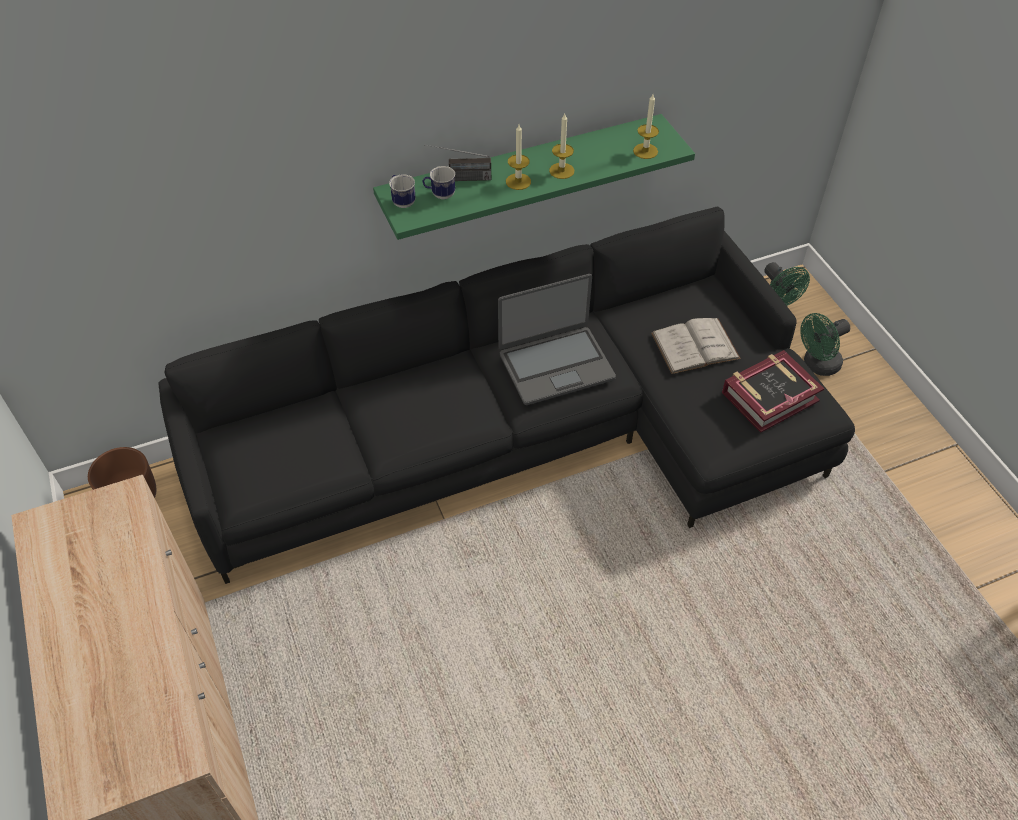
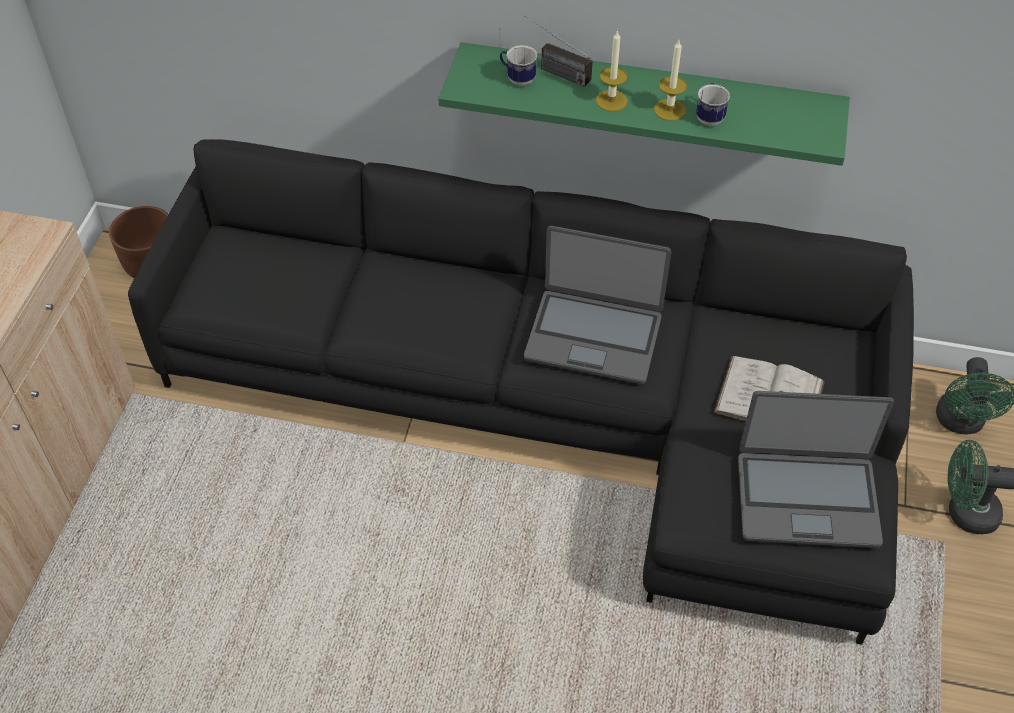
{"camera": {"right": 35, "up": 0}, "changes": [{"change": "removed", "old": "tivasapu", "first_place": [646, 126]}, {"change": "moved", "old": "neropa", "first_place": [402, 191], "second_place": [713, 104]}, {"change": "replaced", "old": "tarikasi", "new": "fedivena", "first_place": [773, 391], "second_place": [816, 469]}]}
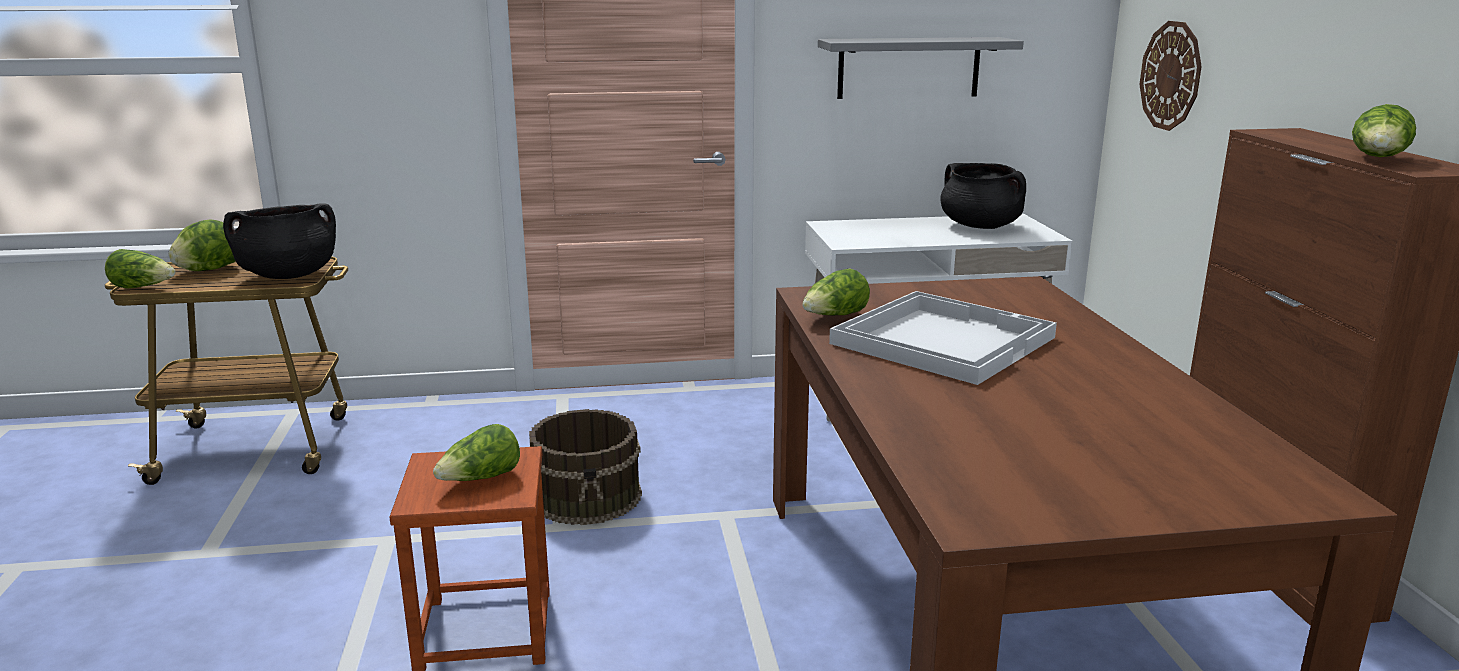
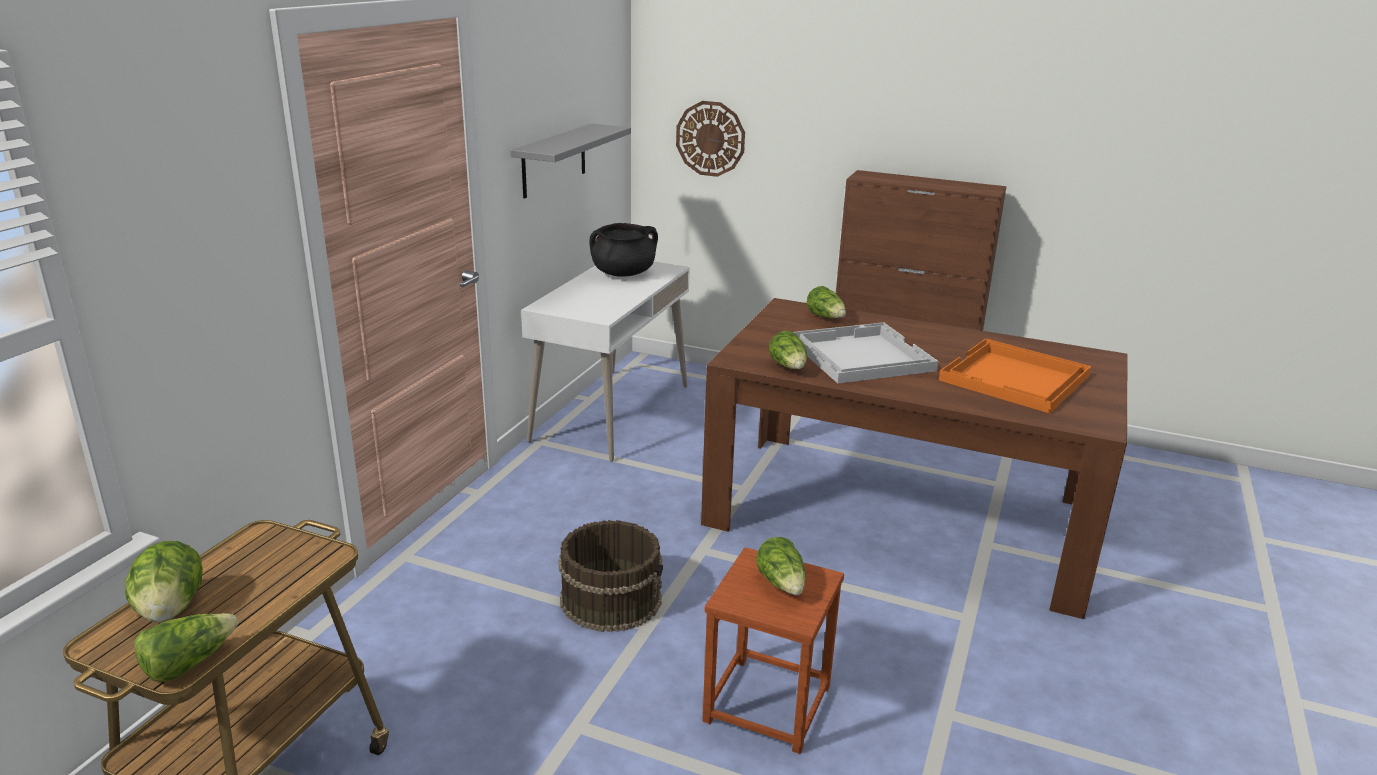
{"camera": {"right": -60, "up": 5}, "changes": [{"change": "removed", "old": "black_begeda", "first_place": [279, 241]}, {"change": "added", "new": "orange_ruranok", "second_place": [1015, 375]}, {"change": "moved", "old": "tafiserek", "first_place": [1384, 130], "second_place": [826, 302]}]}
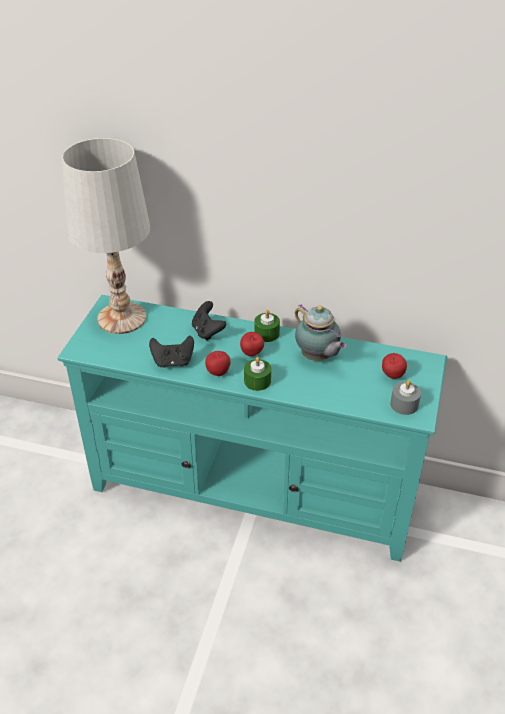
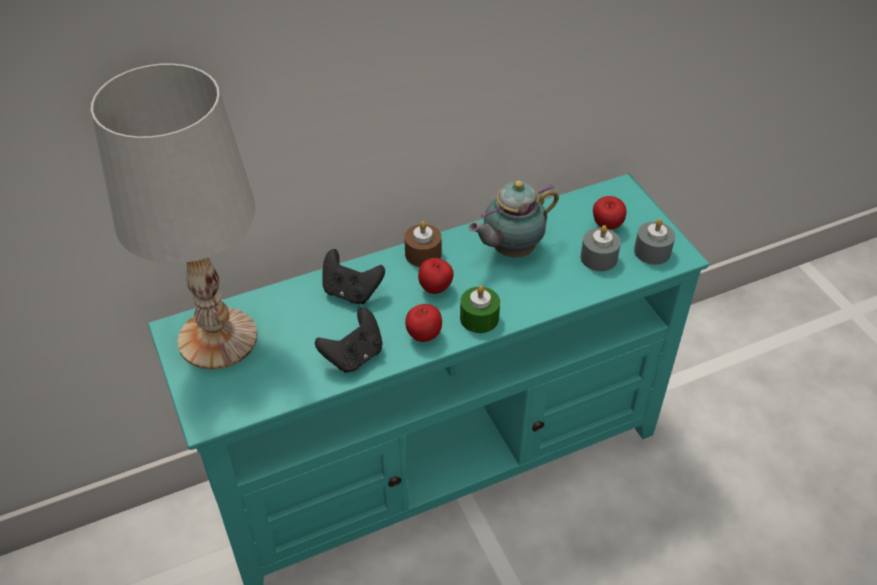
{"camera": {"right": -40, "up": 5}, "changes": [{"change": "added", "new": "grey_tivasapu", "second_place": [601, 248]}, {"change": "recoloured", "old": "green_tivasapu", "new": "brown_tivasapu", "first_place": [267, 326], "second_place": [423, 244]}, {"change": "turned", "old": "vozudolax", "first_place": [321, 333], "second_place": [513, 219], "degrees": 135}]}
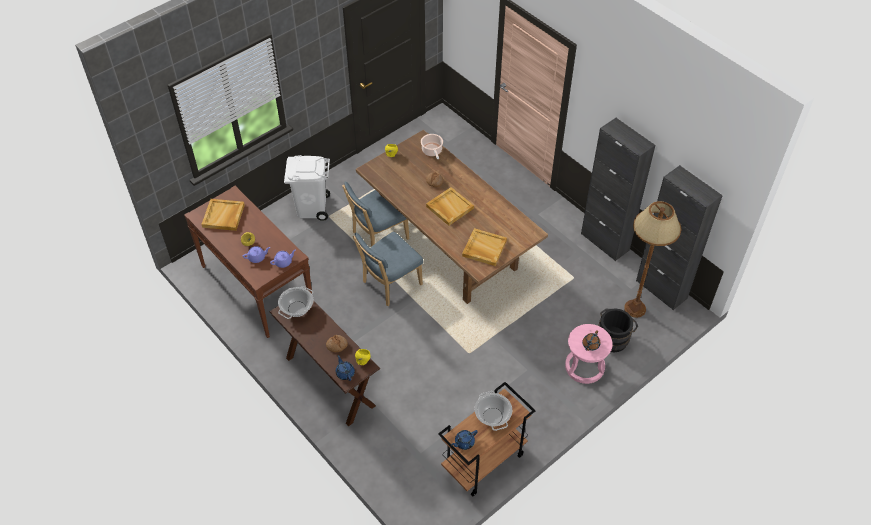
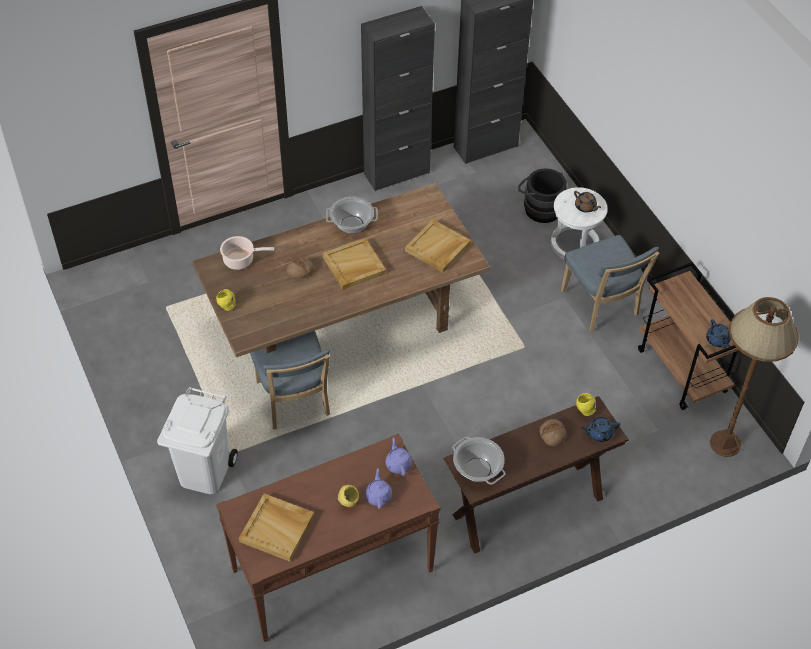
{"camera": {"right": -75, "up": 0}, "changes": [{"change": "moved", "old": "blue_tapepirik", "first_place": [388, 269], "second_place": [610, 283]}, {"change": "moved", "old": "begeda", "first_place": [493, 411], "second_place": [352, 215]}, {"change": "moved", "old": "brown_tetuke", "first_place": [653, 259], "second_place": [754, 377]}, {"change": "recoloured", "old": "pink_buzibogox", "new": "white_buzibogox", "first_place": [589, 354], "second_place": [579, 223]}]}
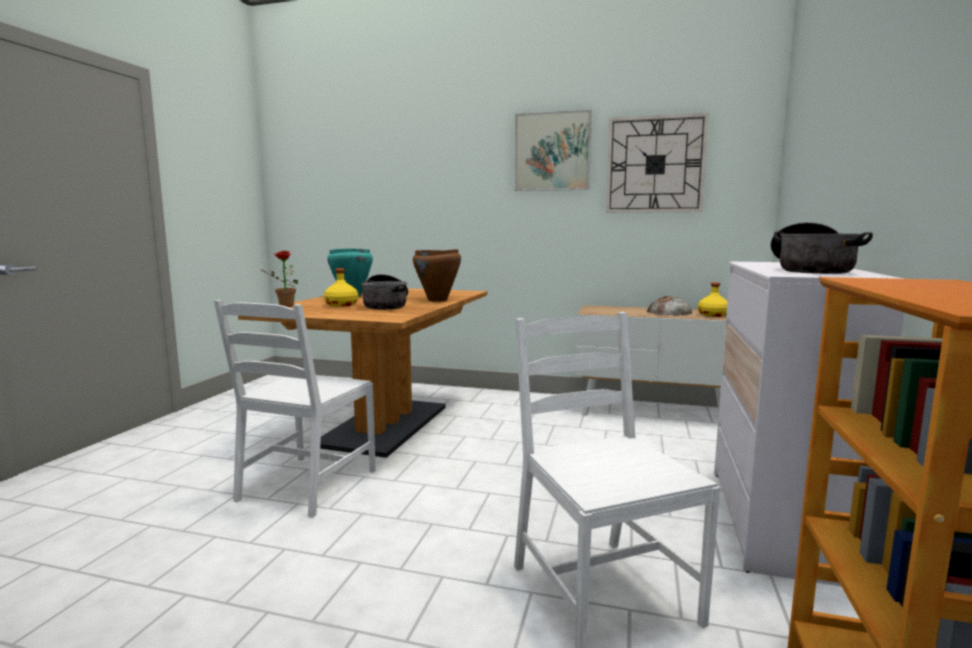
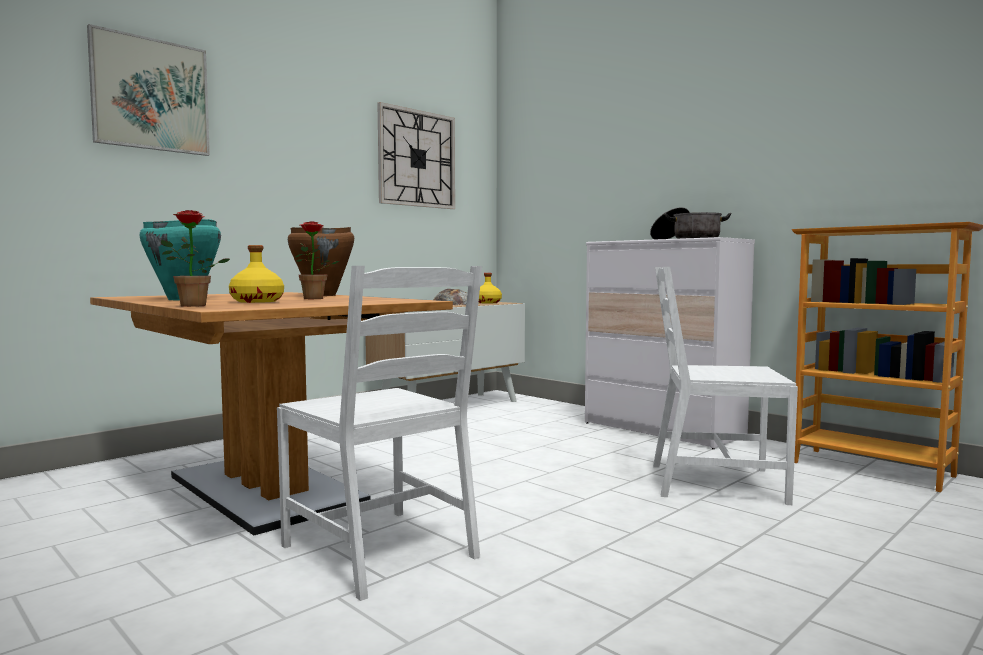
{"camera": {"right": -60, "up": -5}, "changes": [{"change": "moved", "old": "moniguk", "first_place": [553, 150], "second_place": [148, 90]}, {"change": "replaced", "old": "begeda", "new": "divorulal", "first_place": [384, 292], "second_place": [317, 260]}]}
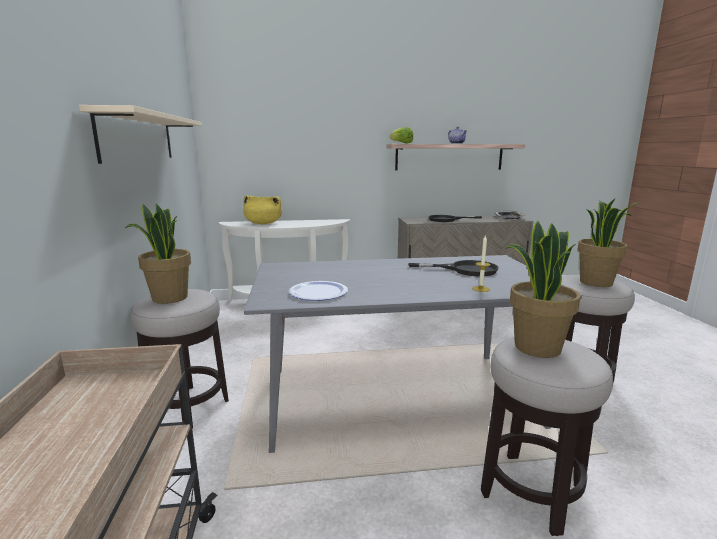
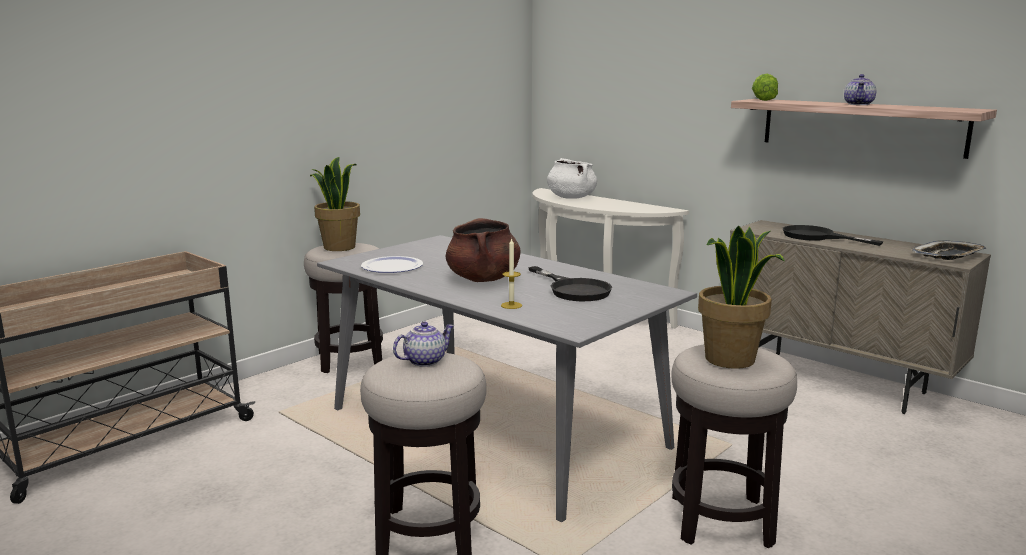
{"camera": {"right": 50, "up": 0}, "changes": [{"change": "removed", "old": "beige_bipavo", "first_place": [140, 134]}, {"change": "added", "new": "brown_begeda", "second_place": [483, 250]}, {"change": "replaced", "old": "divorulal", "new": "vozudolax", "first_place": [542, 289], "second_place": [423, 344]}, {"change": "recoloured", "old": "yellow_begeda", "new": "white_begeda", "first_place": [262, 209], "second_place": [572, 178]}]}
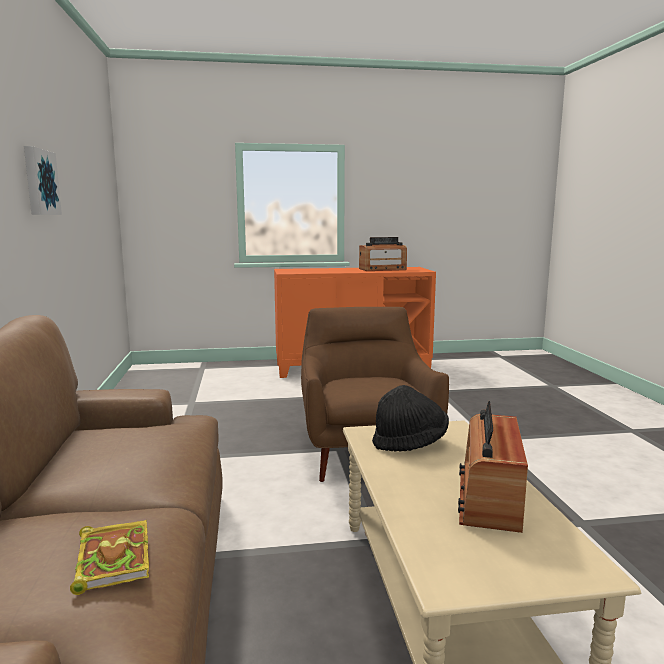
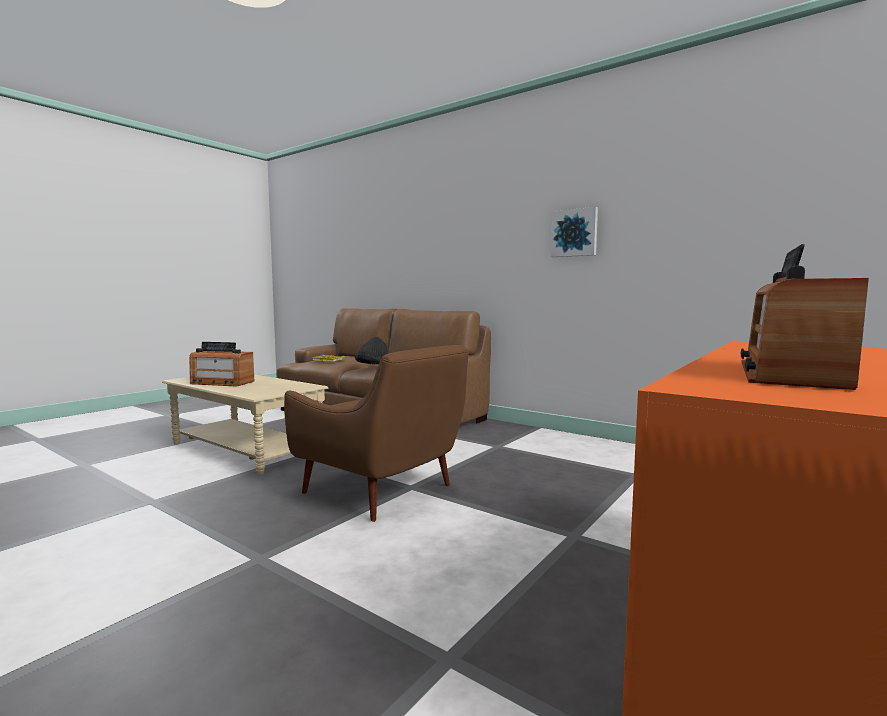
{"camera": {"right": 135, "up": -5}, "changes": [{"change": "moved", "old": "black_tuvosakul", "first_place": [410, 418], "second_place": [371, 350]}, {"change": "turned", "old": "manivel", "first_place": [493, 467], "second_place": [221, 364], "degrees": 135}]}
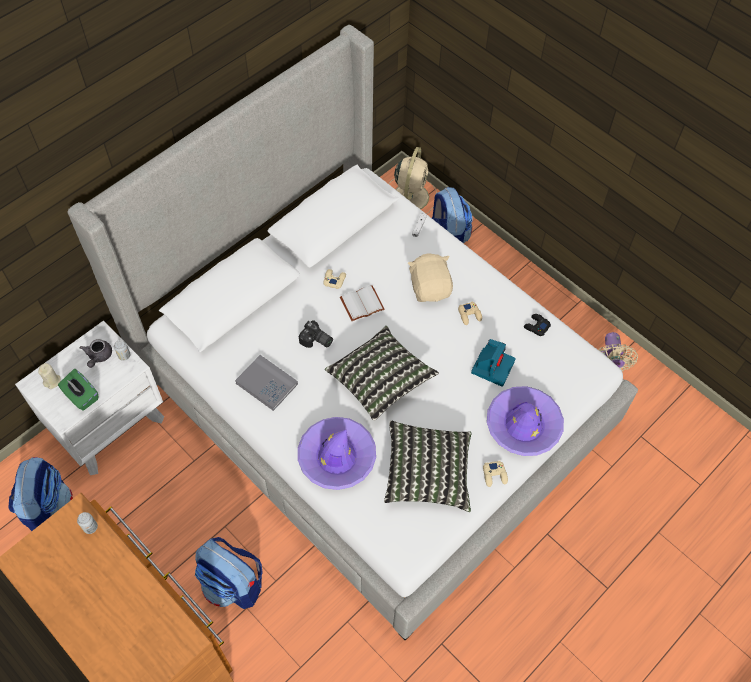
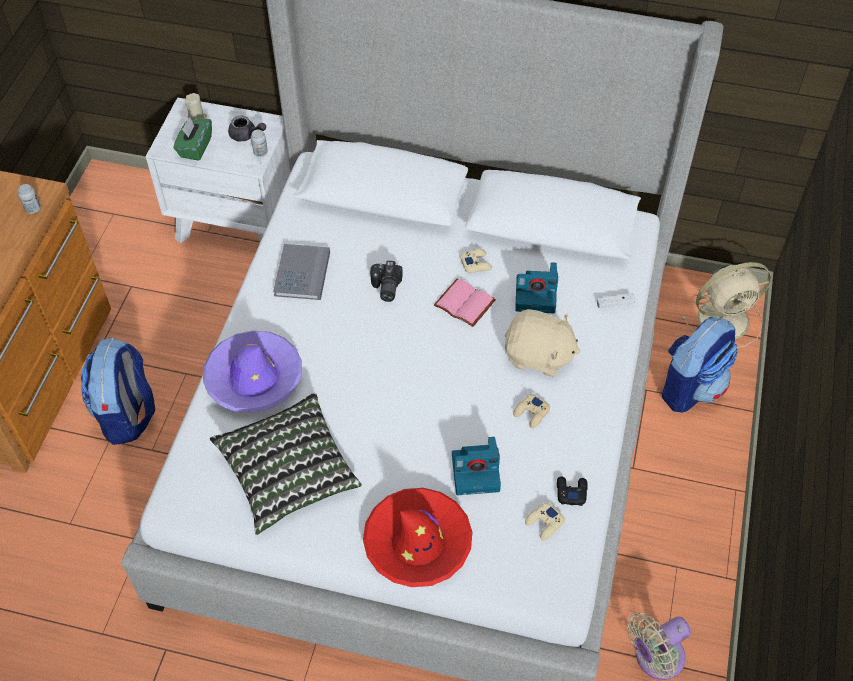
{"camera": {"right": 60, "up": -5}, "changes": [{"change": "removed", "old": "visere", "first_place": [40, 494]}, {"change": "removed", "old": "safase", "first_place": [382, 373]}, {"change": "added", "new": "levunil", "second_place": [536, 287]}, {"change": "moved", "old": "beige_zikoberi", "first_place": [495, 474], "second_place": [545, 522]}, {"change": "recoloured", "old": "white_tarikasi", "new": "pink_tarikasi", "first_place": [362, 303], "second_place": [465, 303]}, {"change": "recoloured", "old": "purple_tuvosakul", "new": "red_tuvosakul", "first_place": [525, 421], "second_place": [417, 537]}, {"change": "turned", "old": "grey_vozudolax", "first_place": [95, 353], "second_place": [247, 128], "degrees": -135}, {"change": "turned", "old": "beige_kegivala", "first_place": [430, 277], "second_place": [542, 343], "degrees": 60}]}
